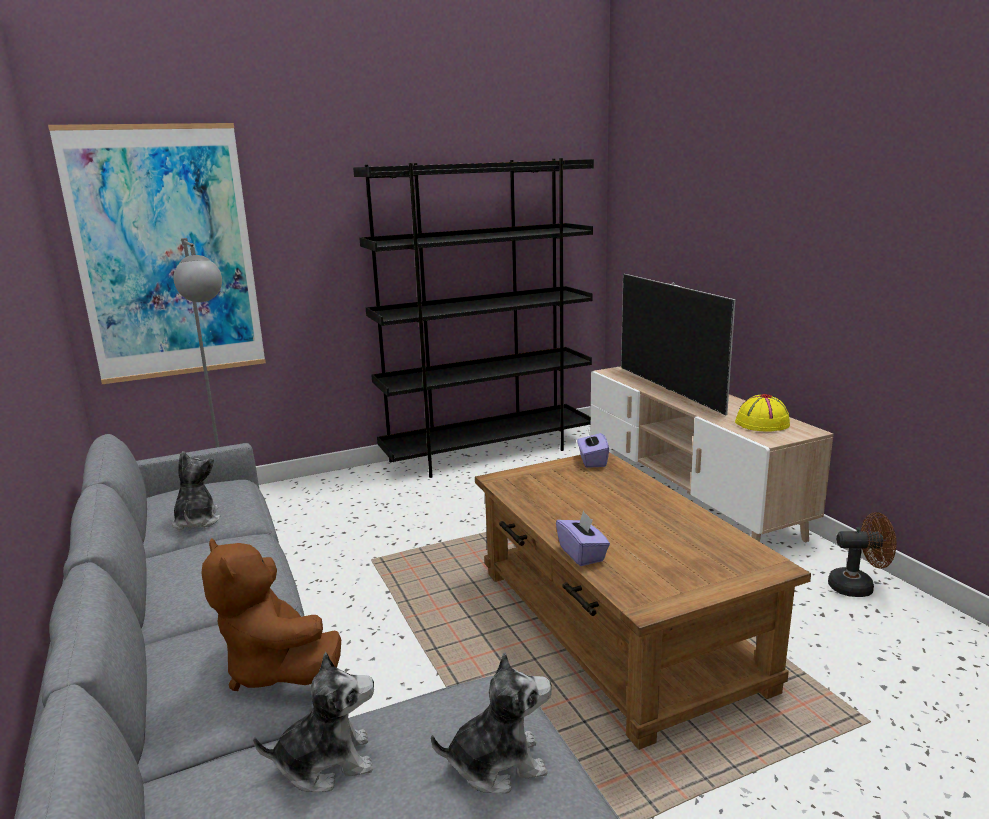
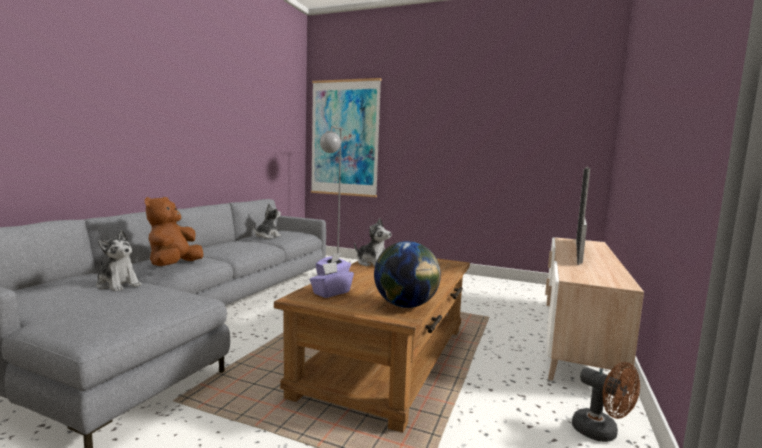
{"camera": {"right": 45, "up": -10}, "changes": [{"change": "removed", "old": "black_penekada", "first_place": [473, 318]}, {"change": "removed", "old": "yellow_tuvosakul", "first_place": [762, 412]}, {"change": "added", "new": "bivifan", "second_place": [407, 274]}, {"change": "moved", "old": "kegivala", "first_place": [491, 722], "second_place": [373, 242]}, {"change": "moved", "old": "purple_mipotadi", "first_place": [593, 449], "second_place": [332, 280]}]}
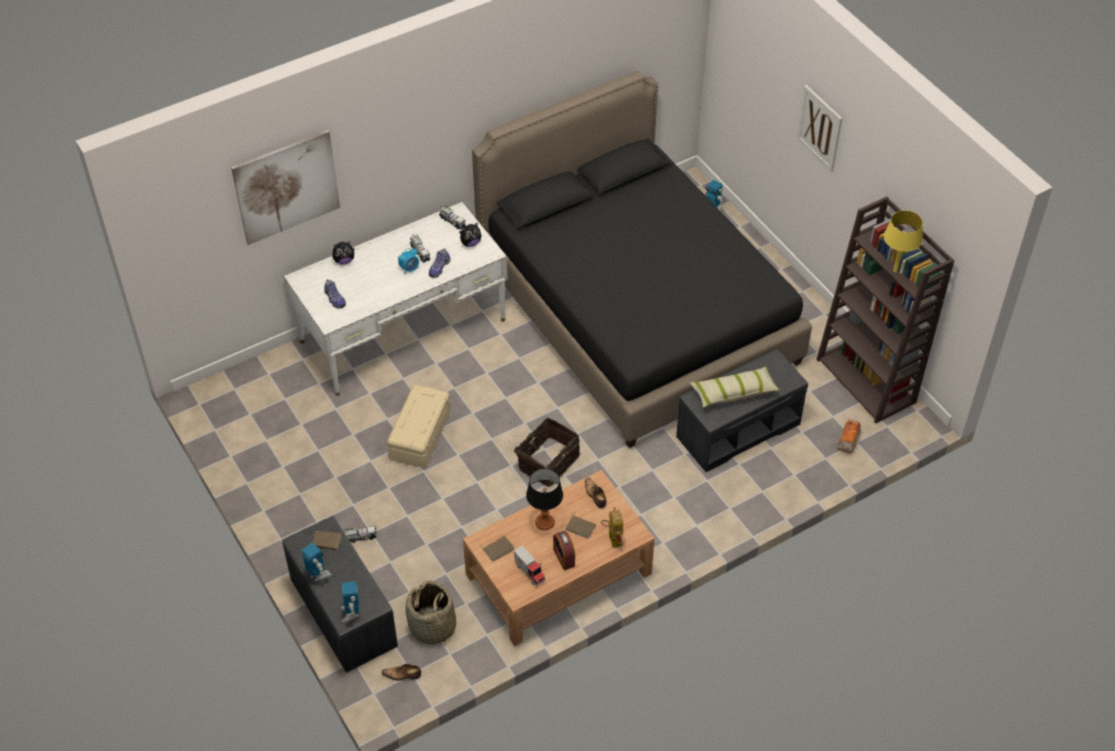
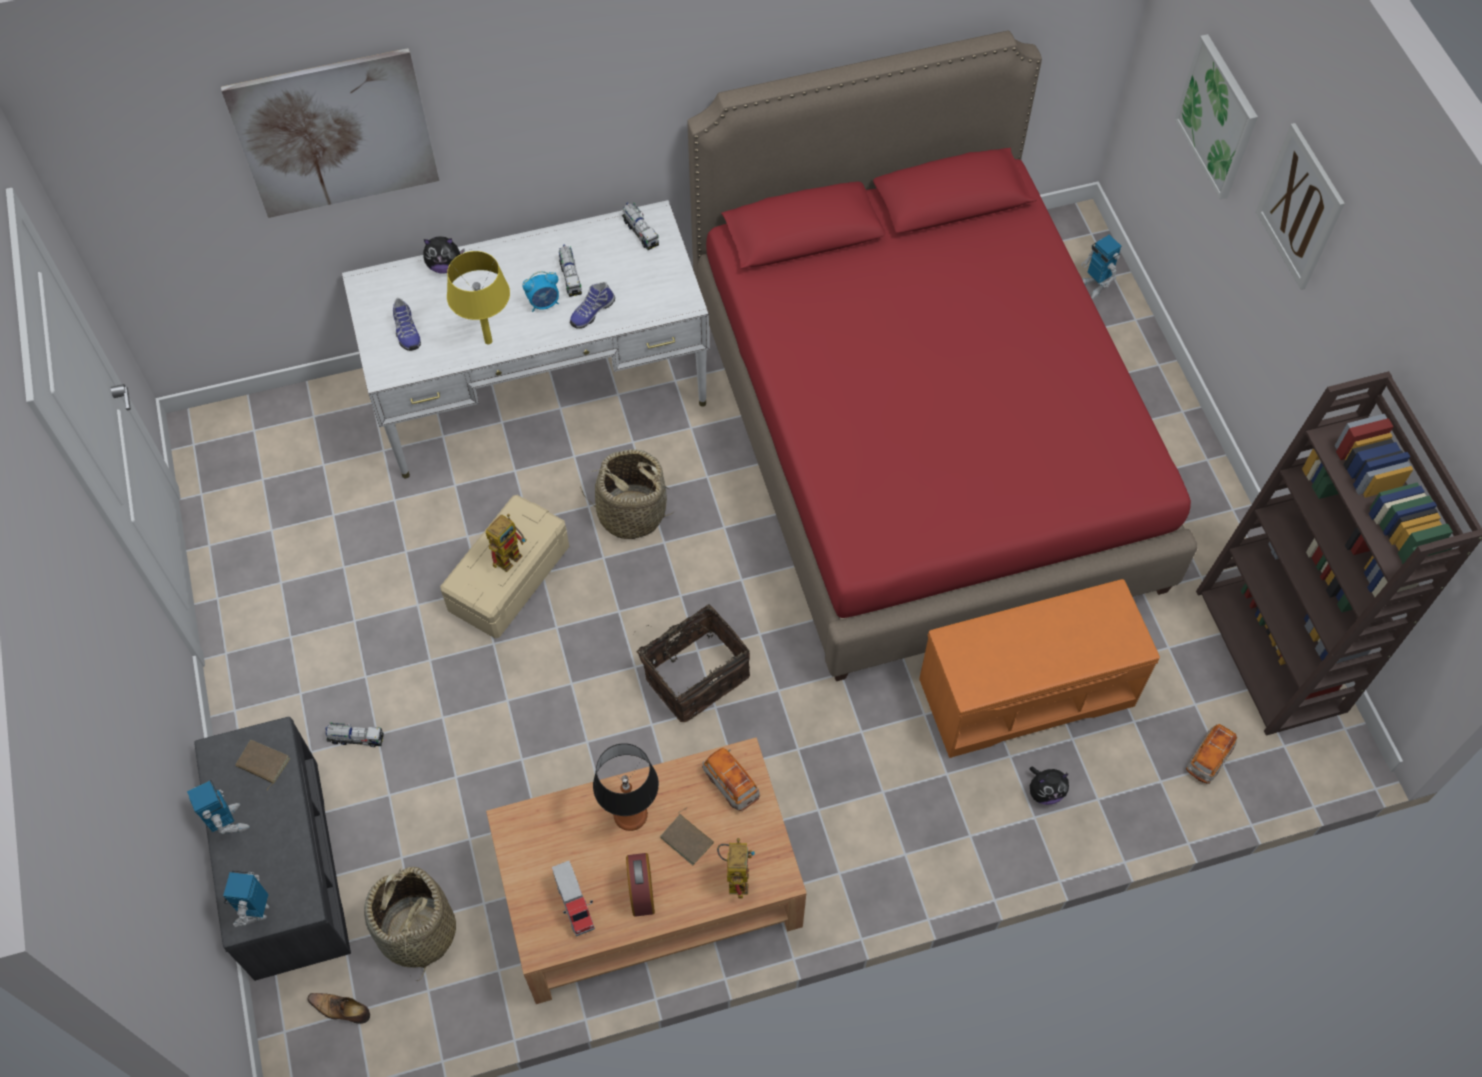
{"camera": {"right": 15, "up": 10}, "changes": [{"change": "removed", "old": "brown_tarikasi", "first_place": [497, 549]}, {"change": "removed", "old": "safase", "first_place": [735, 387]}, {"change": "added", "new": "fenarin", "second_place": [506, 543]}, {"change": "added", "new": "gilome", "second_place": [627, 494]}, {"change": "added", "new": "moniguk", "second_place": [1216, 117]}, {"change": "moved", "old": "kegivala", "first_place": [470, 234], "second_place": [1049, 786]}, {"change": "moved", "old": "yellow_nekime", "first_place": [903, 241], "second_place": [478, 297]}, {"change": "replaced", "old": "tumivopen", "new": "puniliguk", "first_place": [595, 492], "second_place": [731, 779]}, {"change": "recoloured", "old": "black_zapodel", "new": "red_zapodel", "first_place": [642, 259], "second_place": [942, 356]}, {"change": "recoloured", "old": "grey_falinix", "new": "orange_falinix", "first_place": [742, 410], "second_place": [1039, 668]}]}
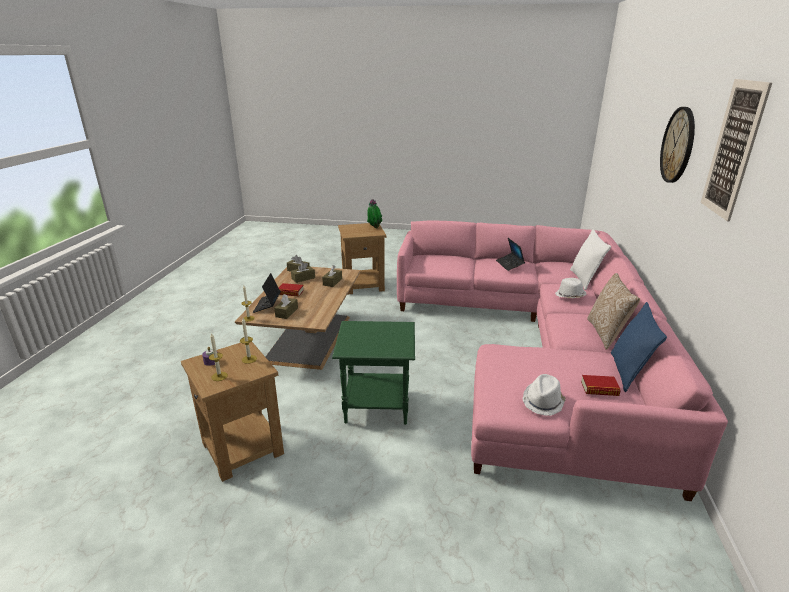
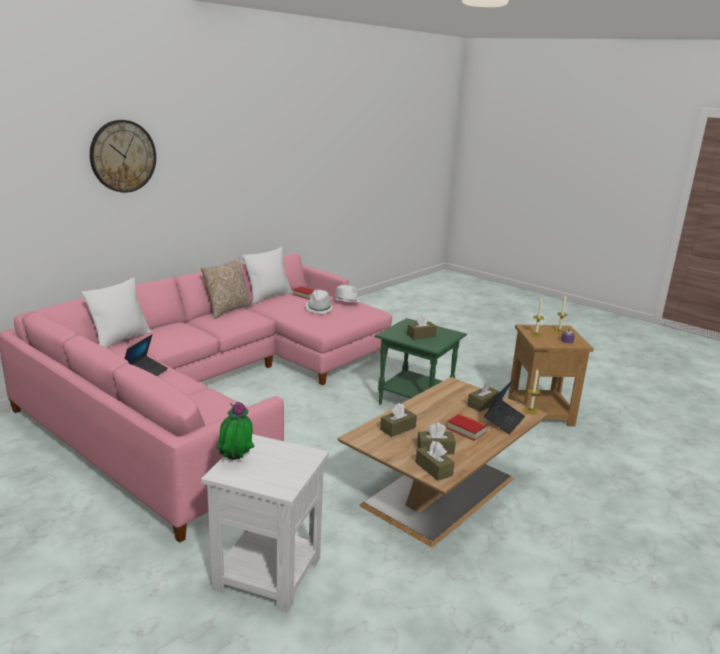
{"camera": {"right": -150, "up": -5}, "changes": [{"change": "removed", "old": "moniguk", "first_place": [736, 150]}, {"change": "added", "new": "brown_mipotadi", "second_place": [422, 327]}, {"change": "moved", "old": "white_tuvosakul", "first_place": [571, 288], "second_place": [319, 302]}, {"change": "recoloured", "old": "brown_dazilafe", "new": "white_dazilafe", "first_place": [362, 259], "second_place": [265, 523]}, {"change": "recoloured", "old": "blue_safase", "new": "white_safase", "first_place": [639, 347], "second_place": [267, 275]}]}
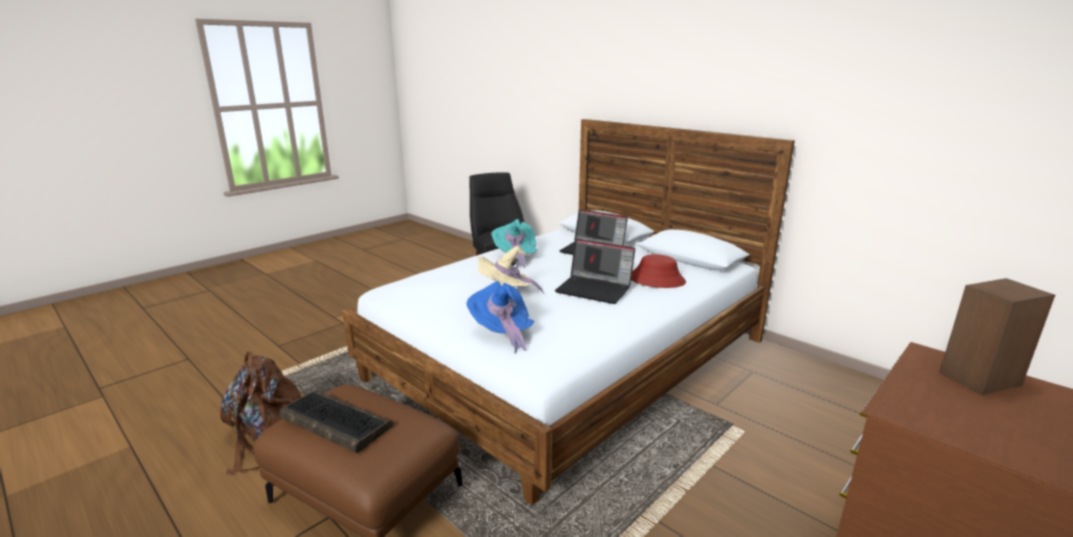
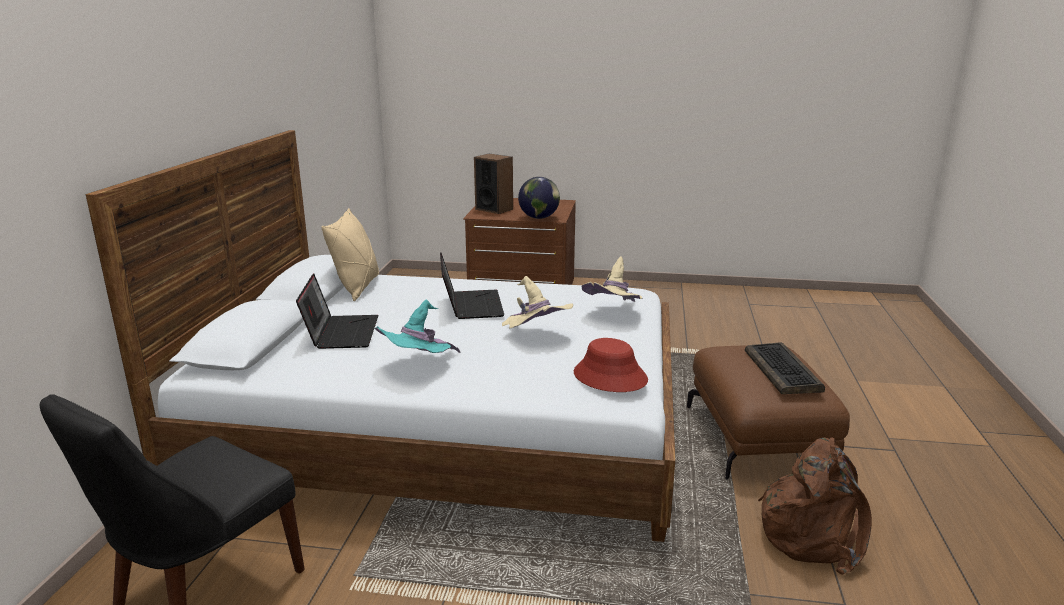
{"camera": {"right": -125, "up": 0}, "changes": [{"change": "added", "new": "beige_safase", "second_place": [350, 254]}, {"change": "added", "new": "bivifan", "second_place": [539, 198]}, {"change": "moved", "old": "red_tuvosakul", "first_place": [658, 271], "second_place": [611, 365]}, {"change": "recoloured", "old": "blue_tuvosakul", "new": "beige_tuvosakul", "first_place": [500, 317], "second_place": [612, 279]}]}
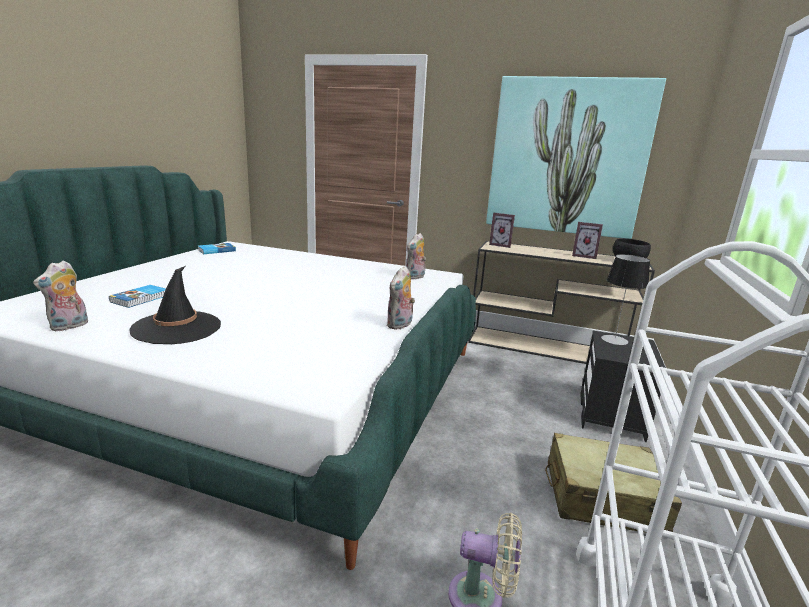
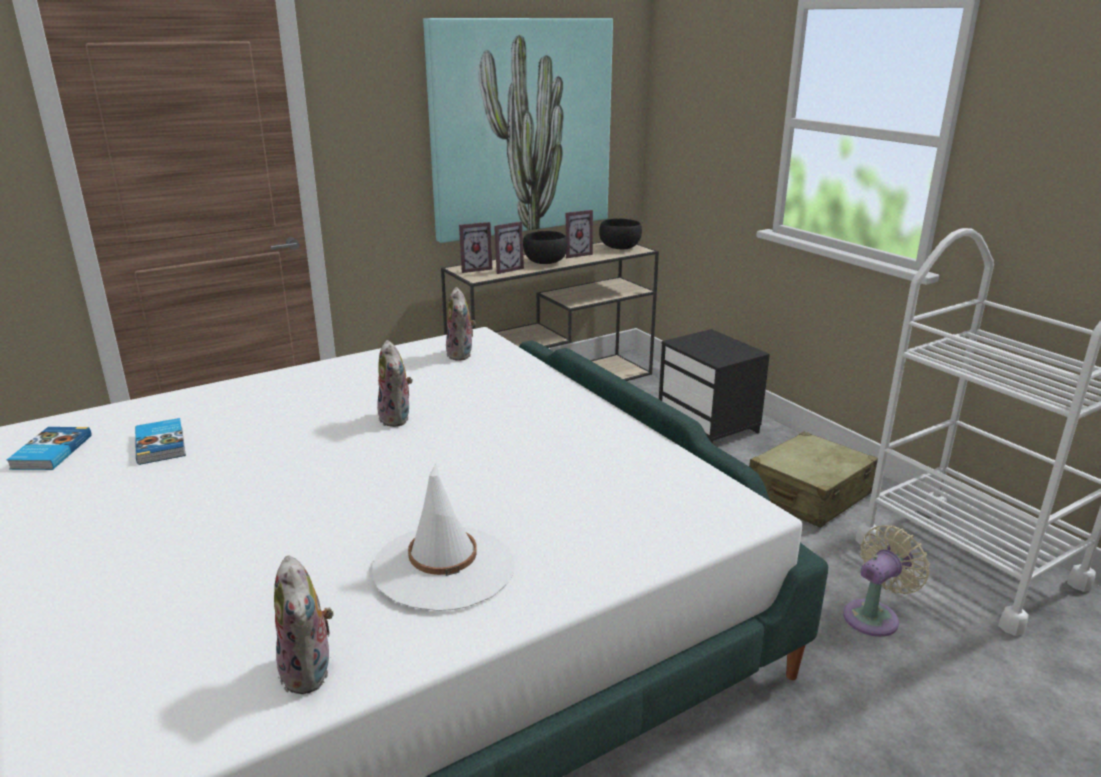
{"camera": {"right": -50, "up": 5}, "changes": [{"change": "removed", "old": "nekime", "first_place": [625, 299]}, {"change": "added", "new": "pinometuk", "second_place": [509, 247]}, {"change": "added", "new": "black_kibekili", "second_place": [545, 247]}, {"change": "moved", "old": "tarikasi", "first_place": [137, 296], "second_place": [160, 441]}, {"change": "moved", "old": "kegivala", "first_place": [400, 298], "second_place": [395, 383]}, {"change": "recoloured", "old": "black_tuvosakul", "new": "white_tuvosakul", "first_place": [175, 305], "second_place": [443, 537]}]}
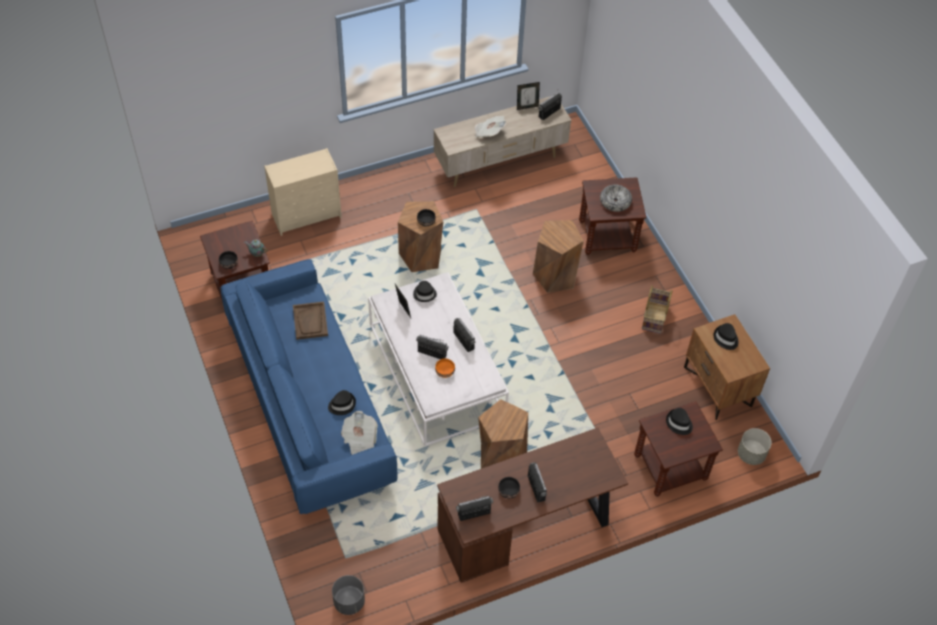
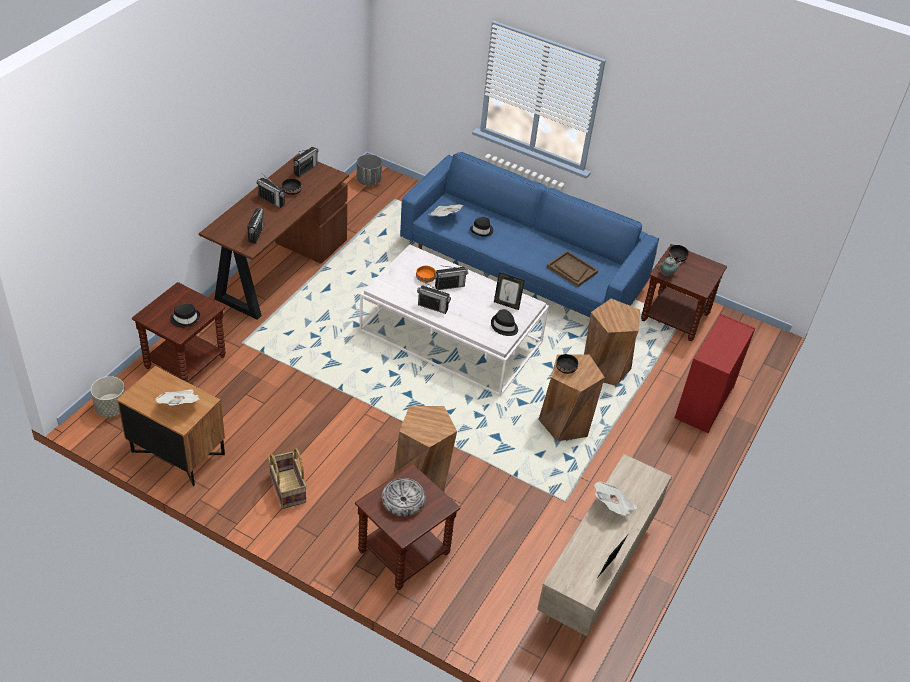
{"camera": {"right": 140, "up": -10}, "changes": [{"change": "moved", "old": "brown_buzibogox", "first_place": [503, 434], "second_place": [612, 342]}, {"change": "moved", "old": "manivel", "first_place": [550, 105], "second_place": [255, 226]}, {"change": "replaced", "old": "black_tuvosakul", "new": "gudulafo", "first_place": [726, 336], "second_place": [177, 397]}, {"change": "recoloured", "old": "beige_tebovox", "new": "red_tebovox", "first_place": [303, 192], "second_place": [715, 373]}]}
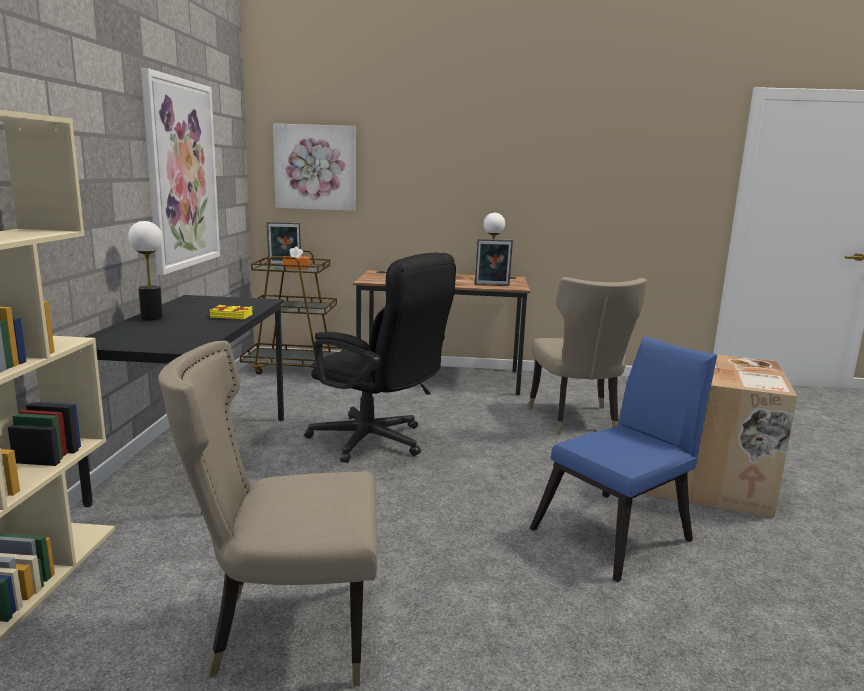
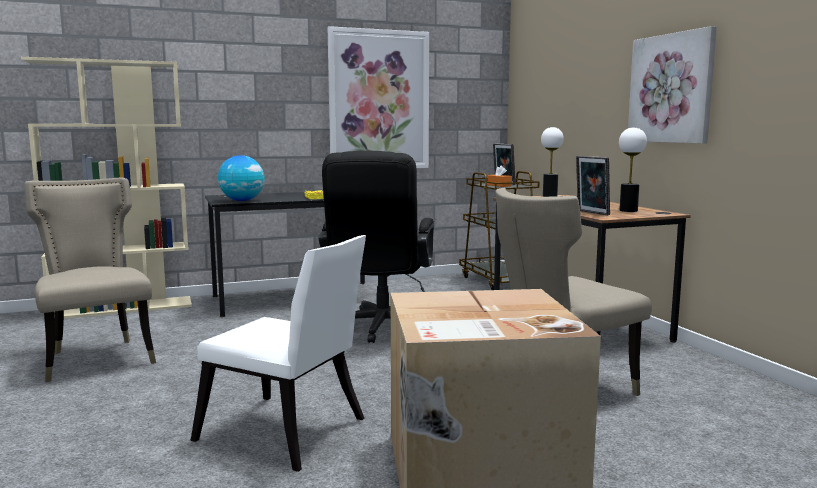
{"camera": {"right": 65, "up": -5}, "changes": [{"change": "added", "new": "bivifan", "second_place": [241, 178]}, {"change": "moved", "old": "nekime", "first_place": [145, 270], "second_place": [552, 162]}, {"change": "moved", "old": "moniguk", "first_place": [314, 167], "second_place": [672, 85]}, {"change": "recoloured", "old": "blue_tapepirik", "new": "white_tapepirik", "first_place": [623, 459], "second_place": [278, 353]}]}
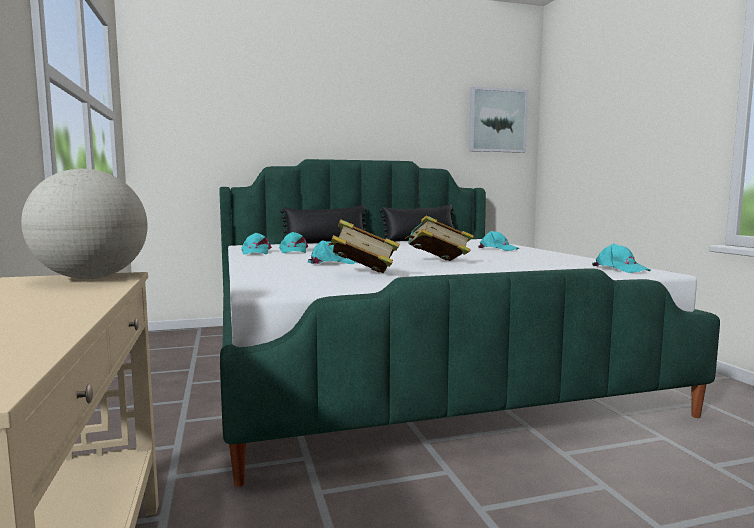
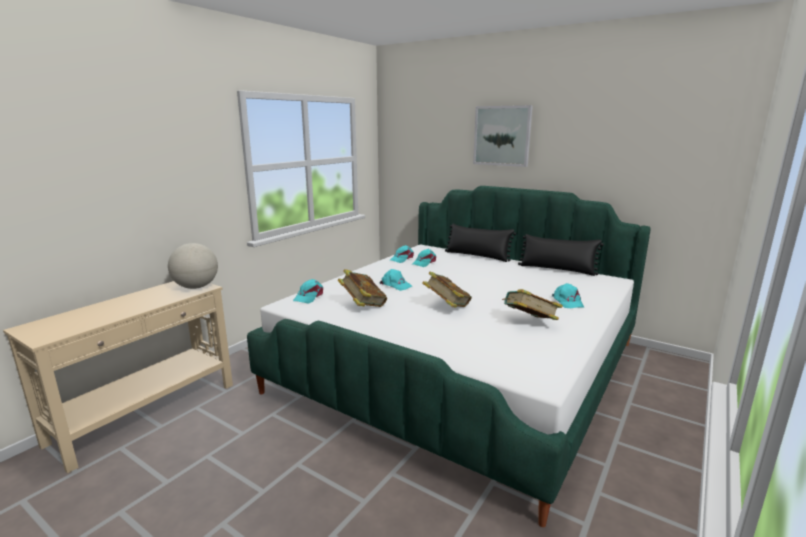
{"camera": {"right": 50, "up": 10}, "changes": [{"change": "added", "new": "tarikasi", "second_place": [532, 304]}, {"change": "moved", "old": "moniguk", "first_place": [498, 120], "second_place": [503, 136]}, {"change": "moved", "old": "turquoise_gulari", "first_place": [621, 258], "second_place": [308, 291]}]}
